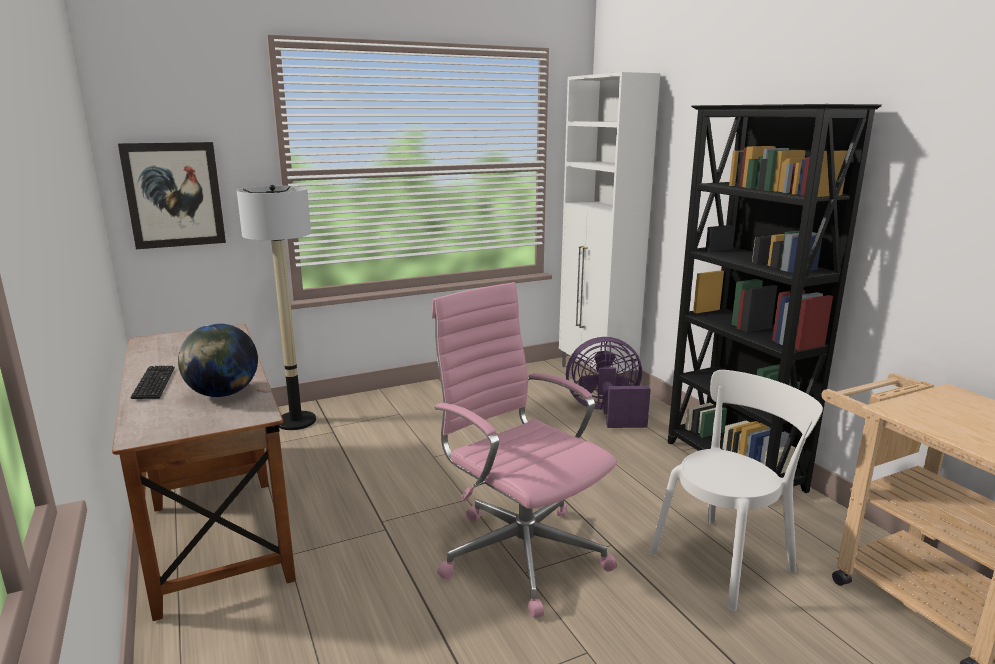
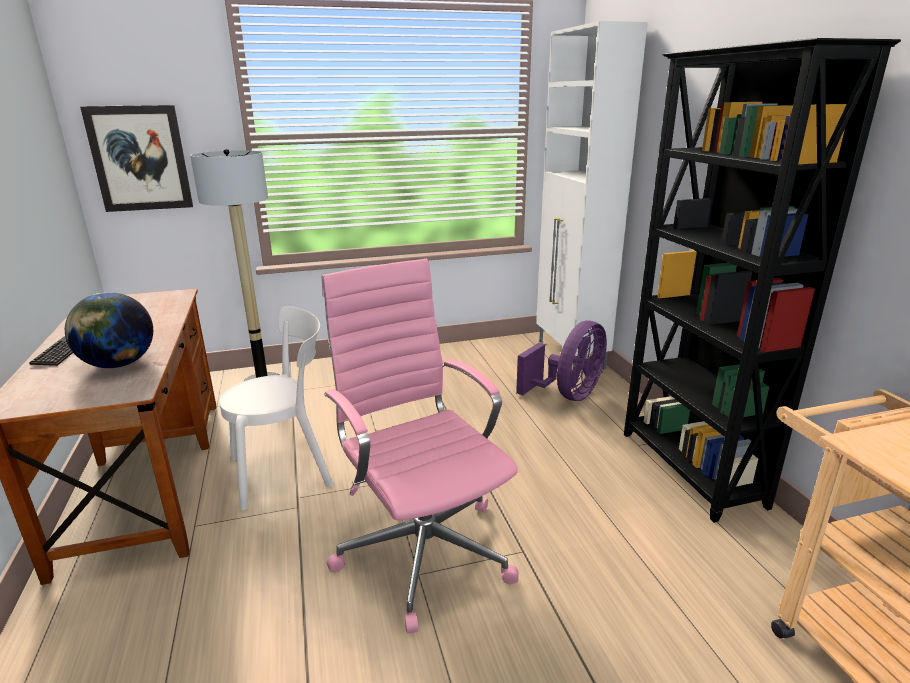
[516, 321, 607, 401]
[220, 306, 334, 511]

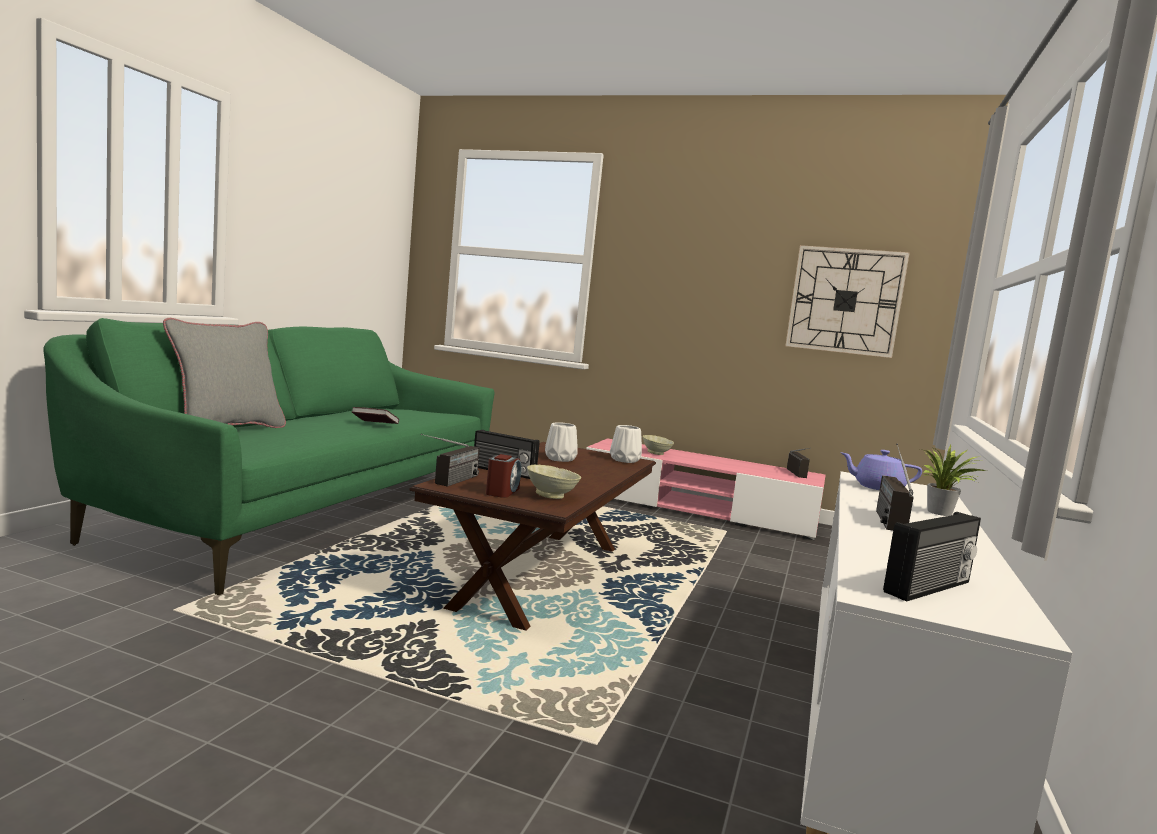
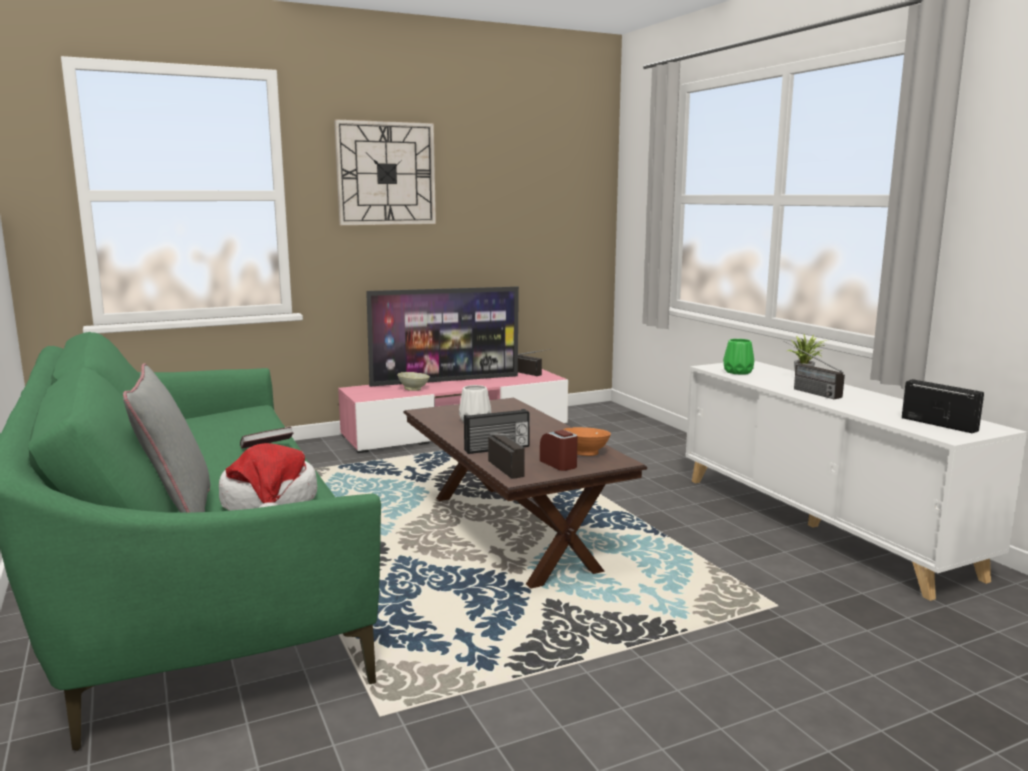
[334, 119, 436, 225]
[610, 425, 642, 463] (first image)
[723, 339, 754, 374]
[563, 427, 611, 456]
[902, 379, 984, 433]
[366, 287, 519, 387]
[219, 443, 317, 511]

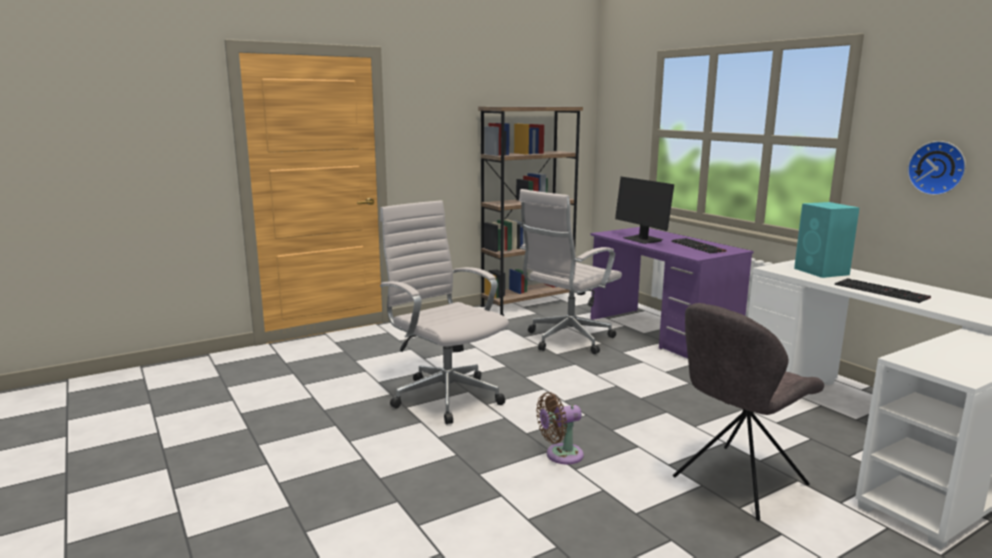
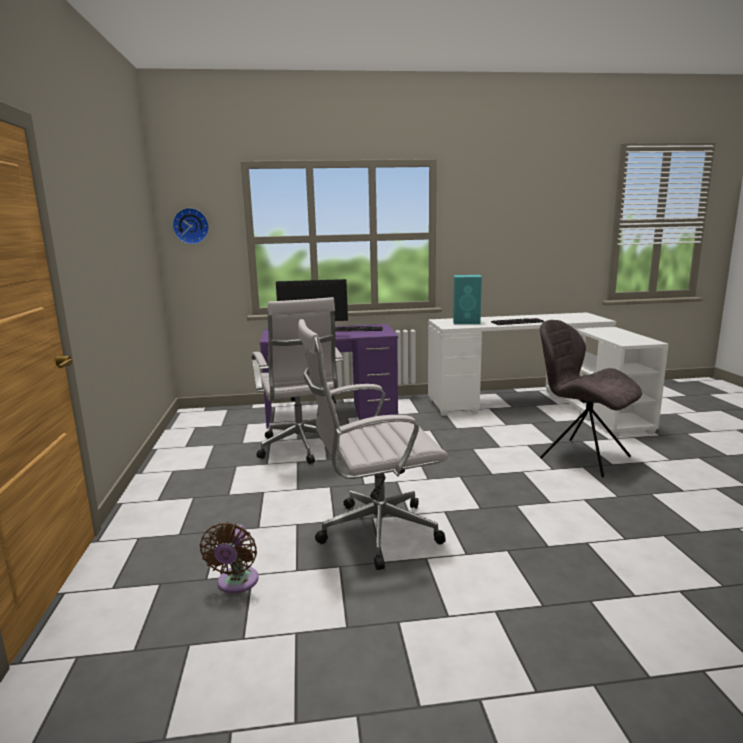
[478, 107, 583, 316] (first image)
[172, 208, 209, 244]
[540, 320, 642, 477]
[200, 522, 259, 593]

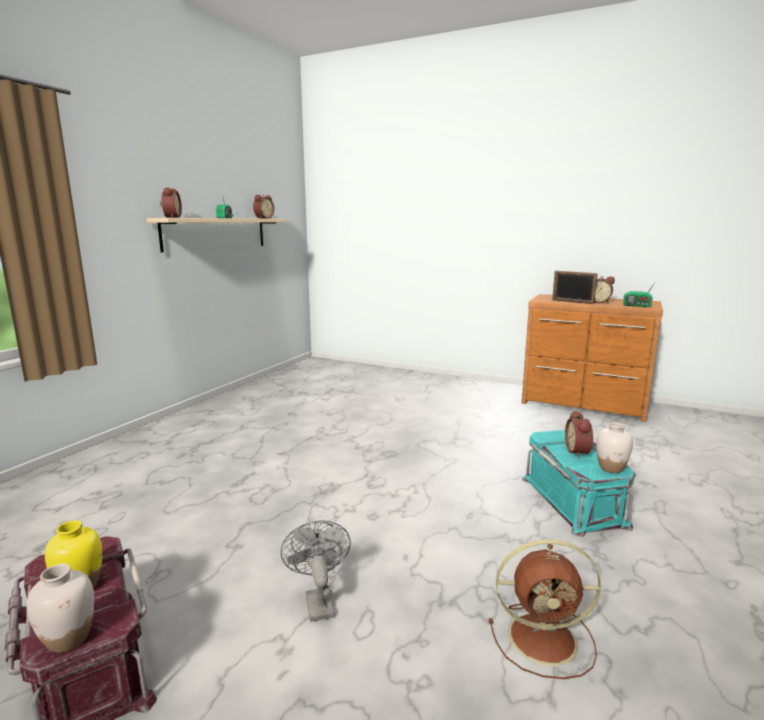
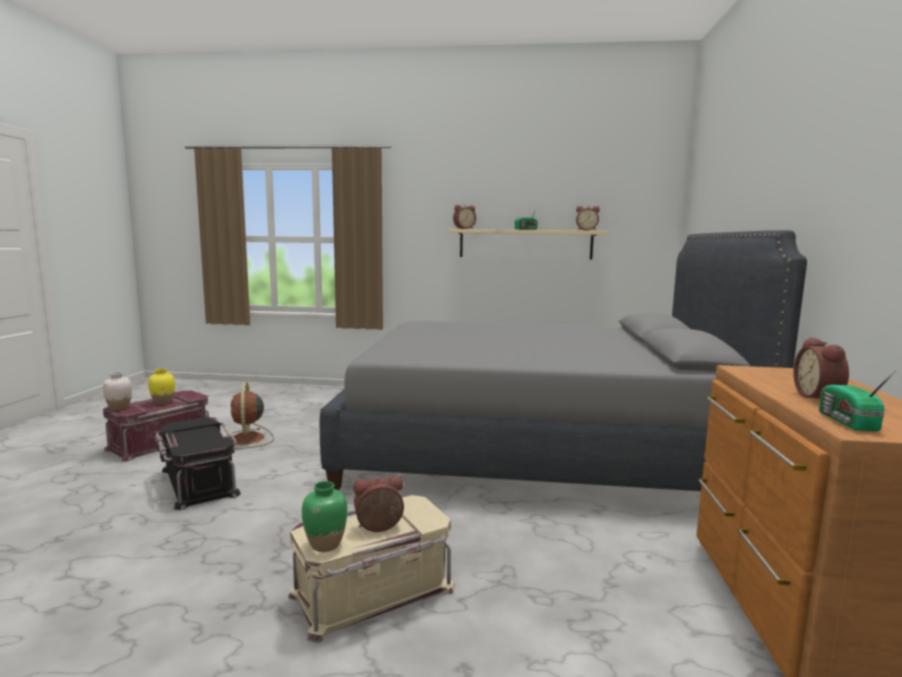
[552, 271, 598, 304] (first image)
[302, 481, 348, 552]
[288, 495, 456, 643]
[155, 417, 241, 510]
[224, 382, 274, 449]
[320, 230, 807, 491]

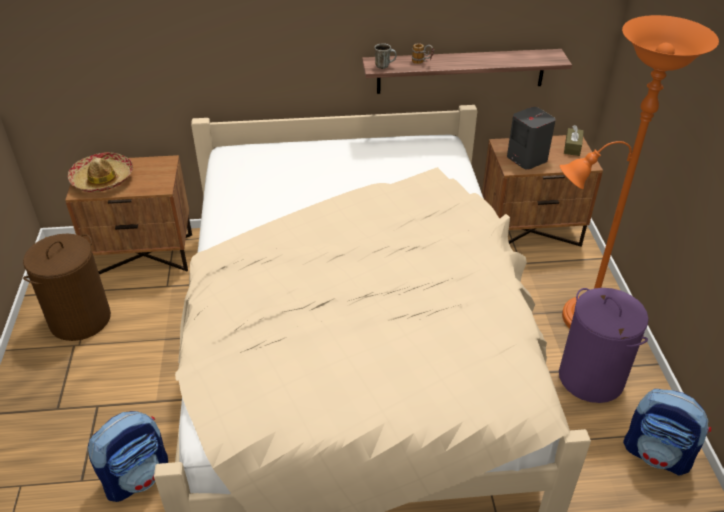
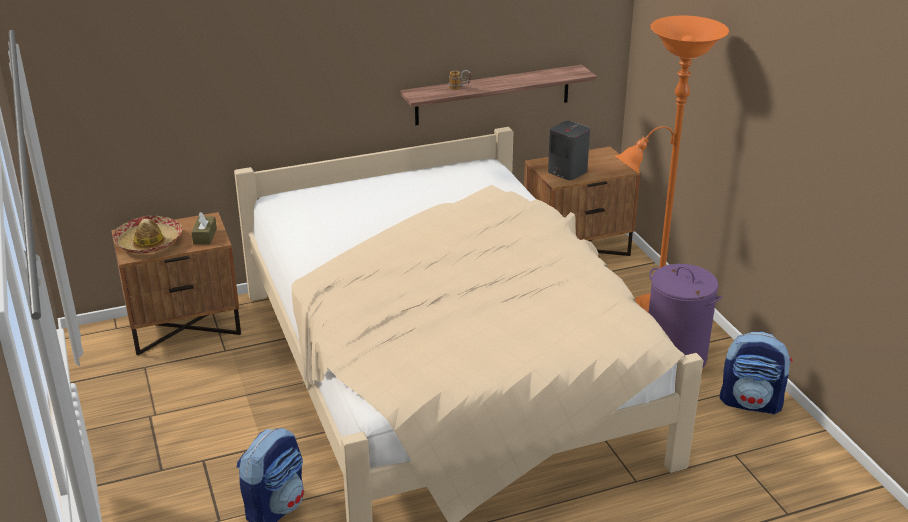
[375, 43, 397, 69] (first image)
[191, 212, 217, 245]
[23, 234, 111, 341] (first image)

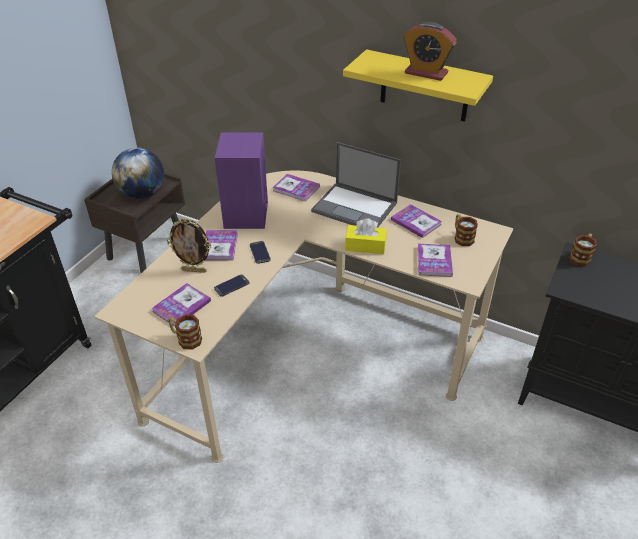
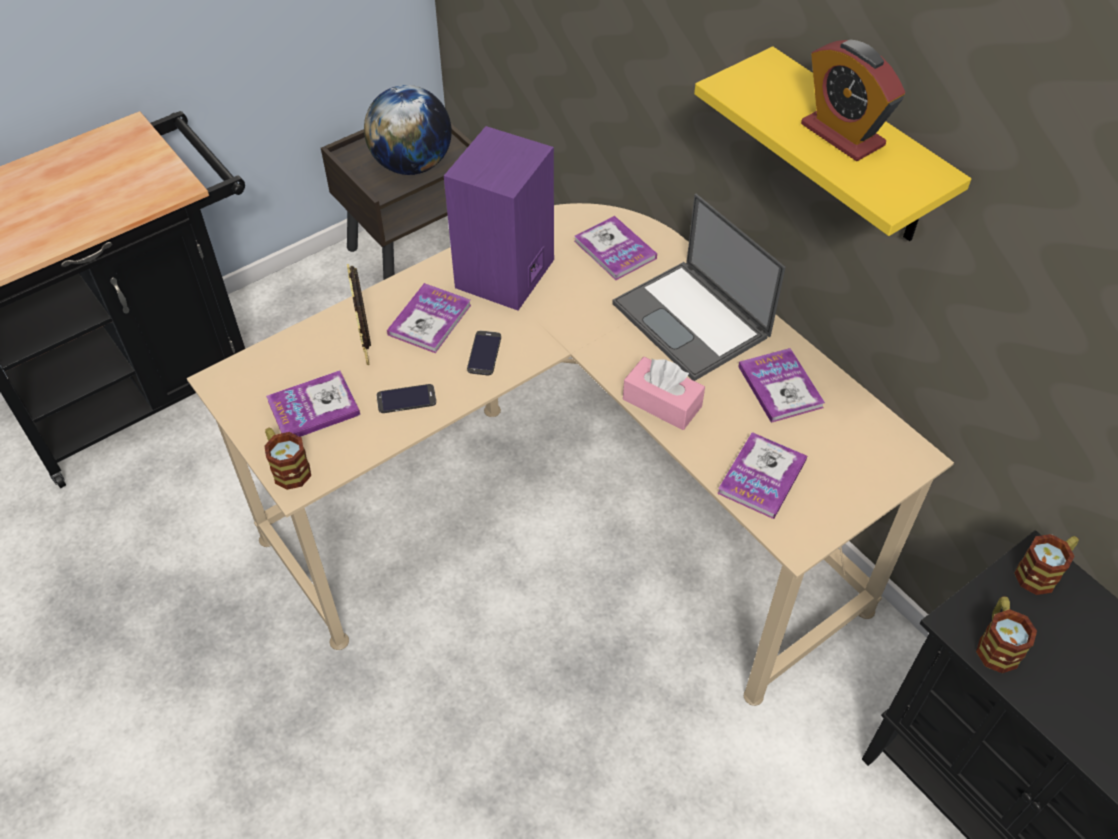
[976, 596, 1037, 673]
[623, 357, 705, 430]
[347, 264, 371, 365]

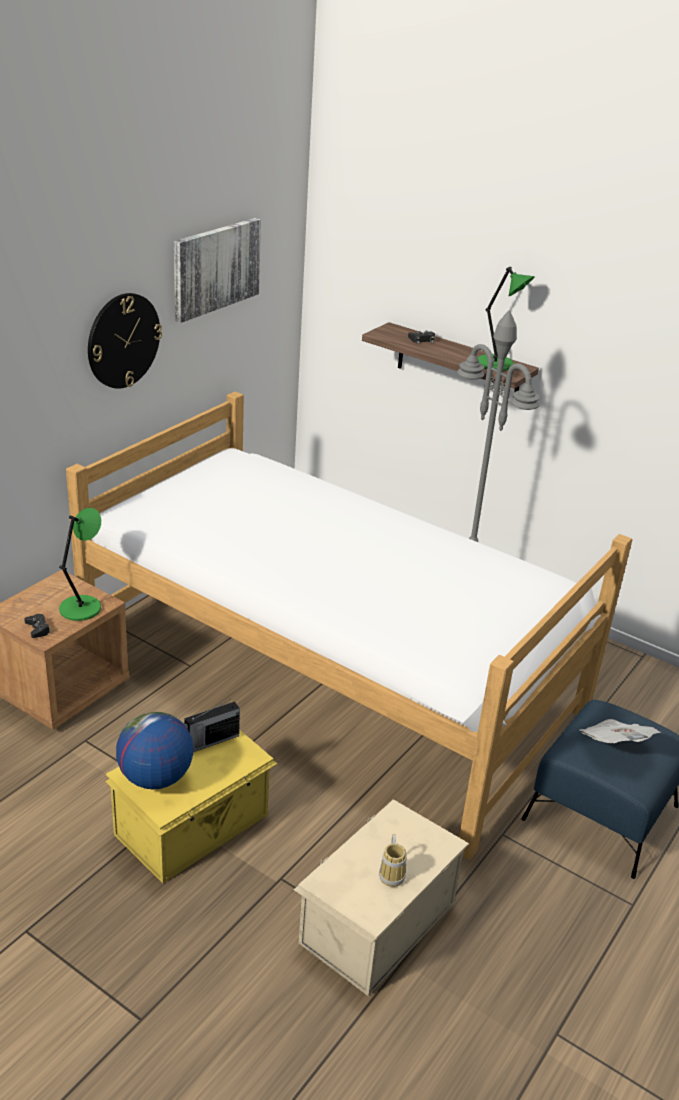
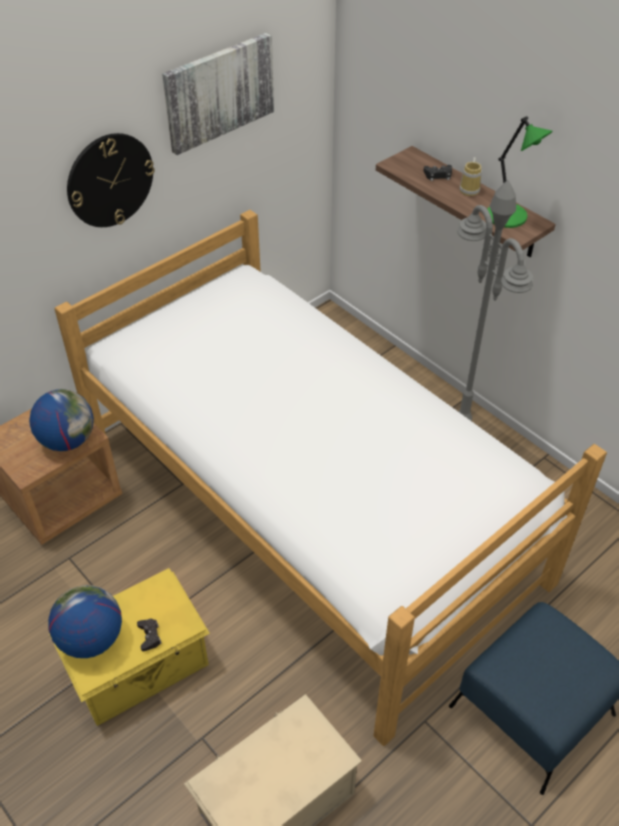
[29, 389, 94, 451]
[137, 619, 162, 651]
[184, 700, 240, 752] (first image)
[580, 719, 660, 743] (first image)
[460, 157, 482, 196]

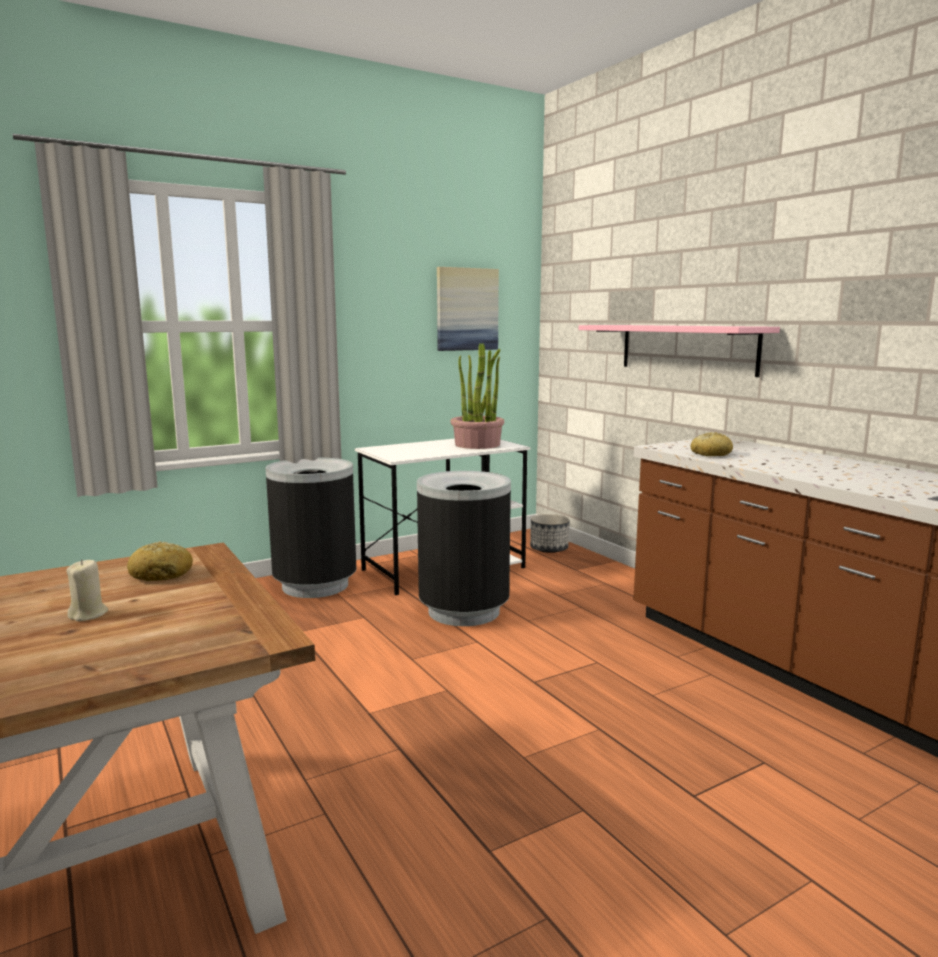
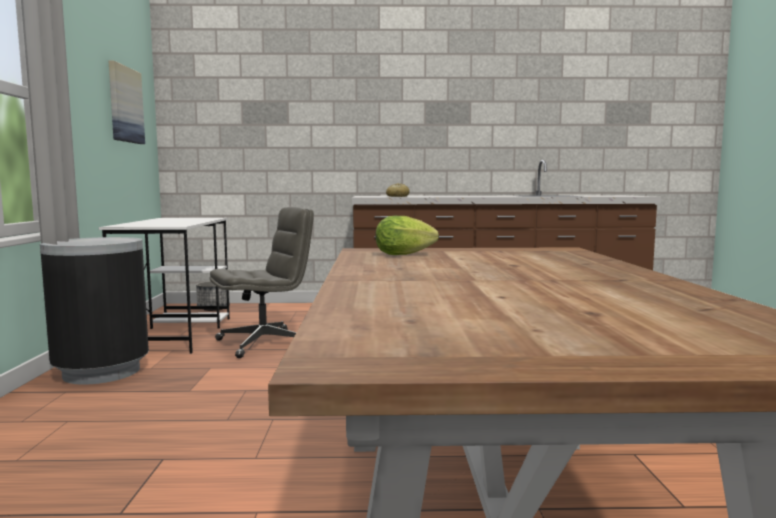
[579, 325, 780, 377] (first image)
[451, 343, 504, 449] (first image)
[209, 207, 314, 358]
[376, 216, 439, 255]
[66, 559, 108, 621] (first image)

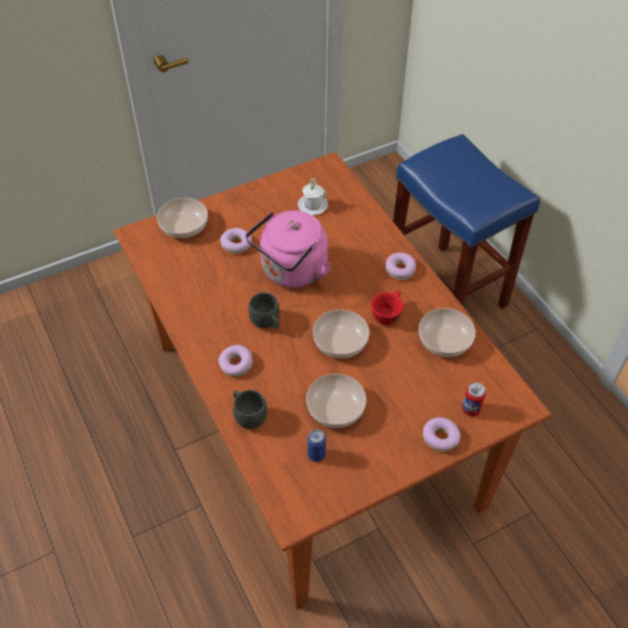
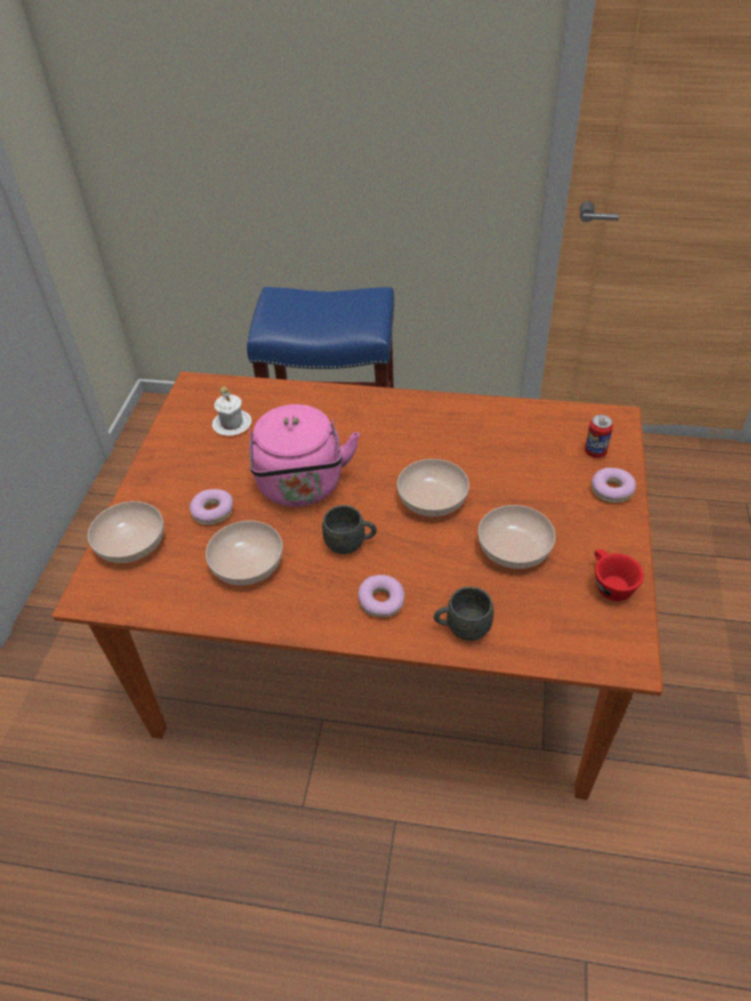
[385, 253, 416, 280] (first image)
[595, 549, 644, 601]
[206, 521, 283, 585]
[307, 429, 326, 462] (first image)

